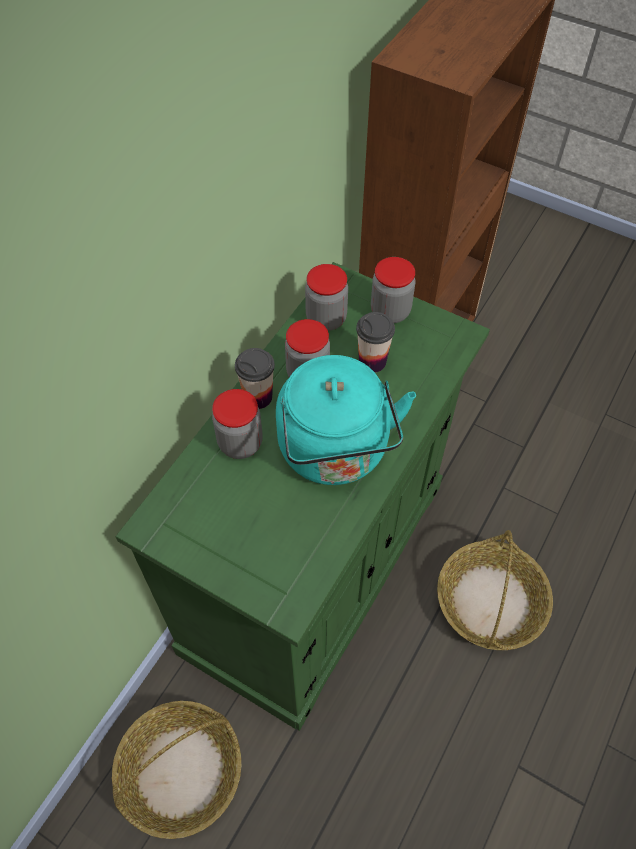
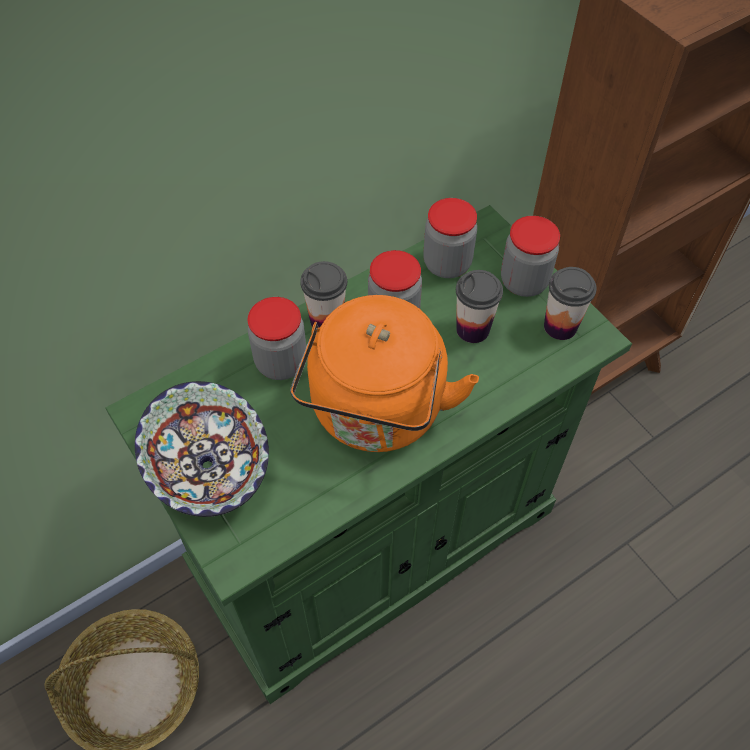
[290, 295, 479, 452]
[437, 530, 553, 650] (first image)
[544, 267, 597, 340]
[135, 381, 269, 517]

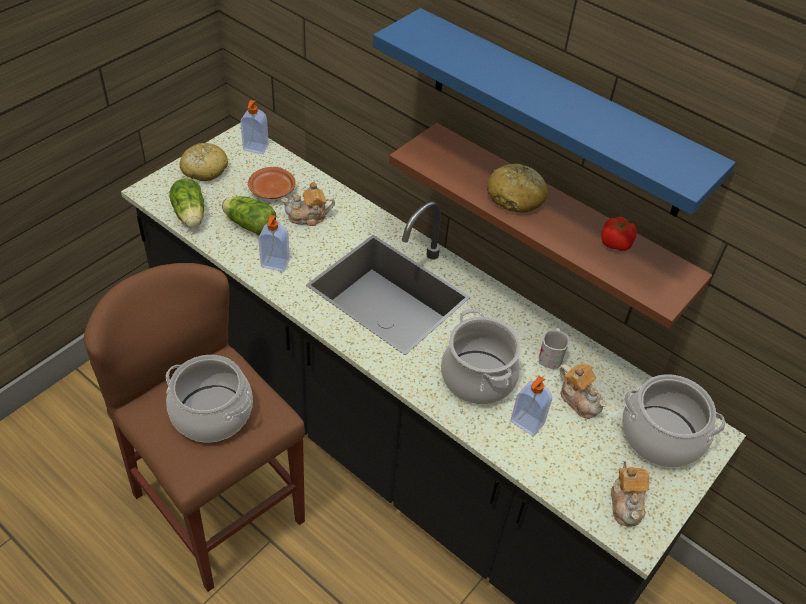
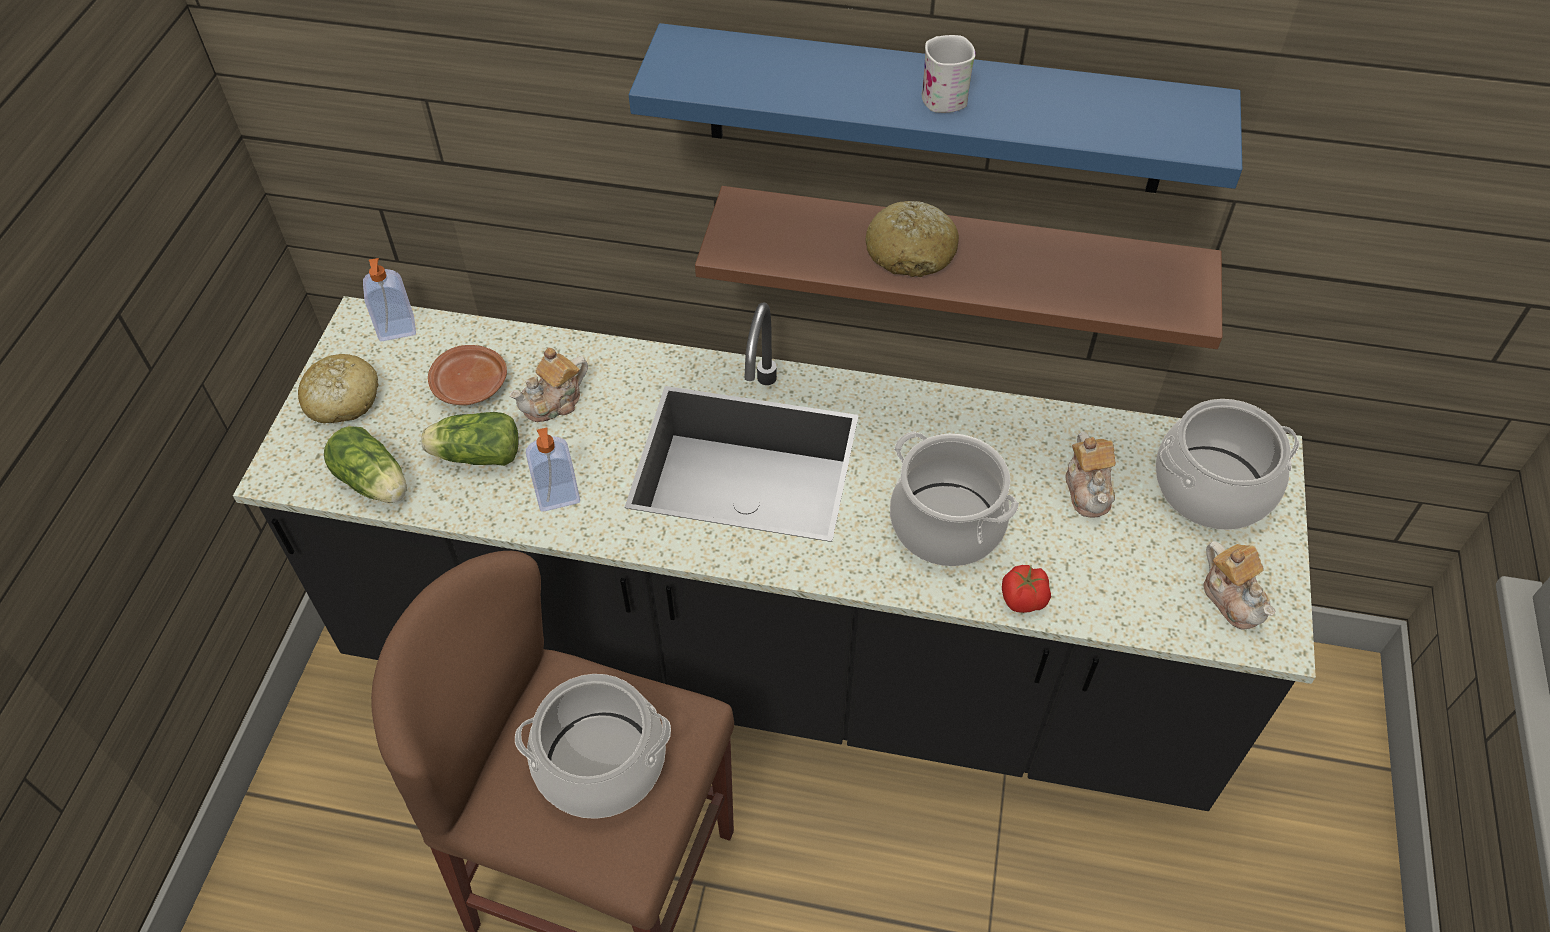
[1002, 565, 1051, 613]
[922, 35, 975, 113]
[1066, 432, 1116, 517]
[511, 376, 552, 436] (first image)

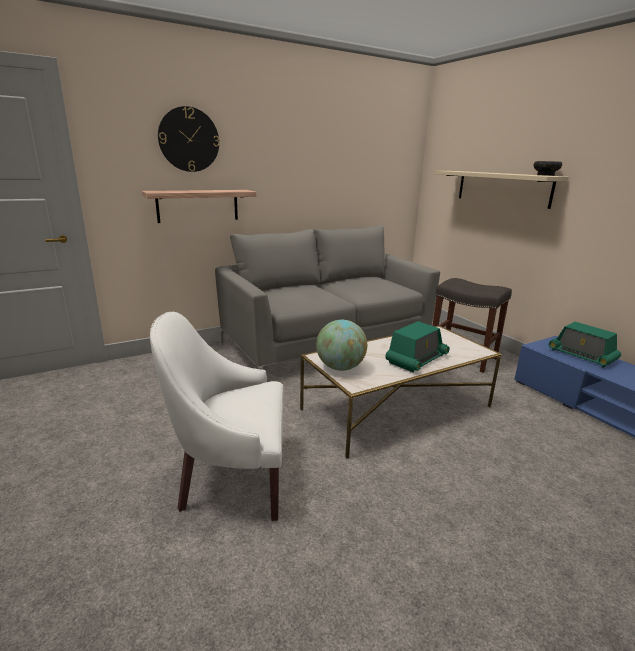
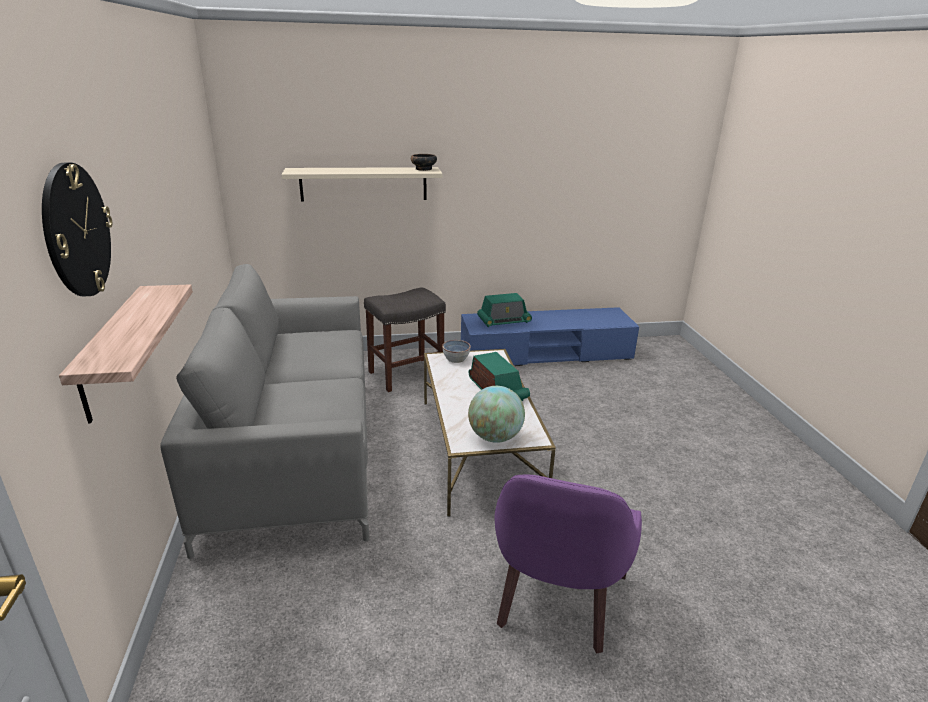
[495, 475, 642, 653]
[442, 340, 471, 363]

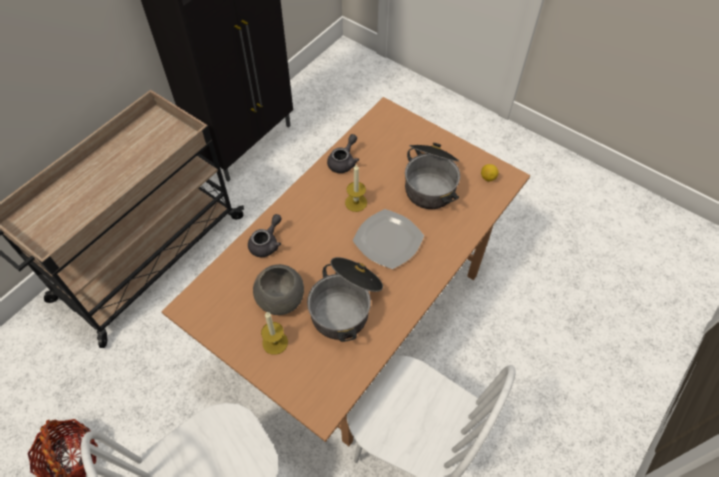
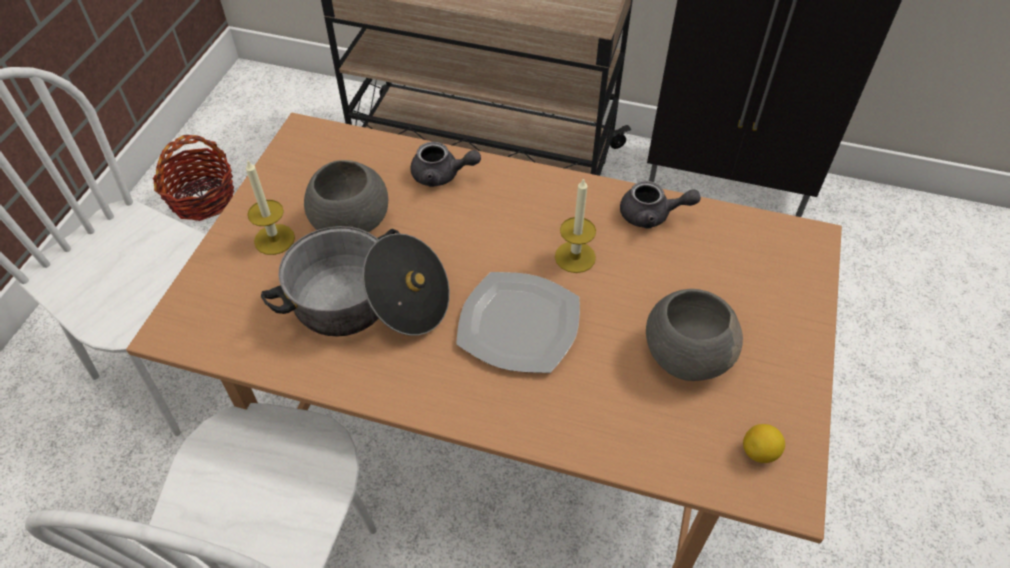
[646, 289, 743, 381]

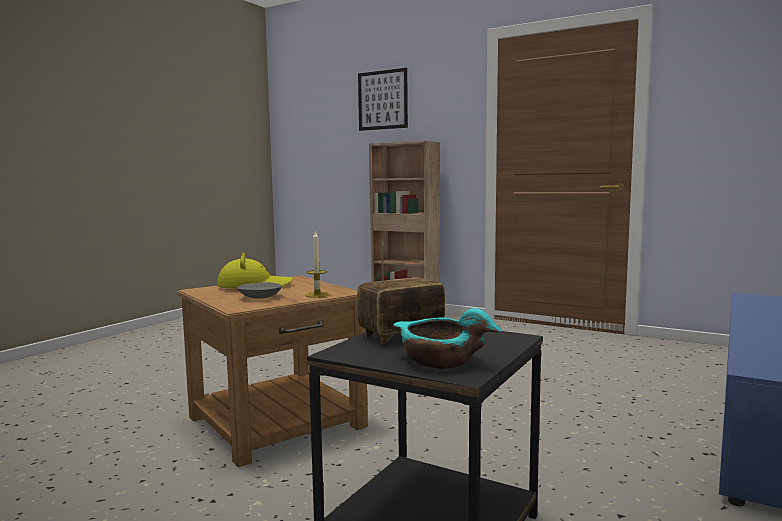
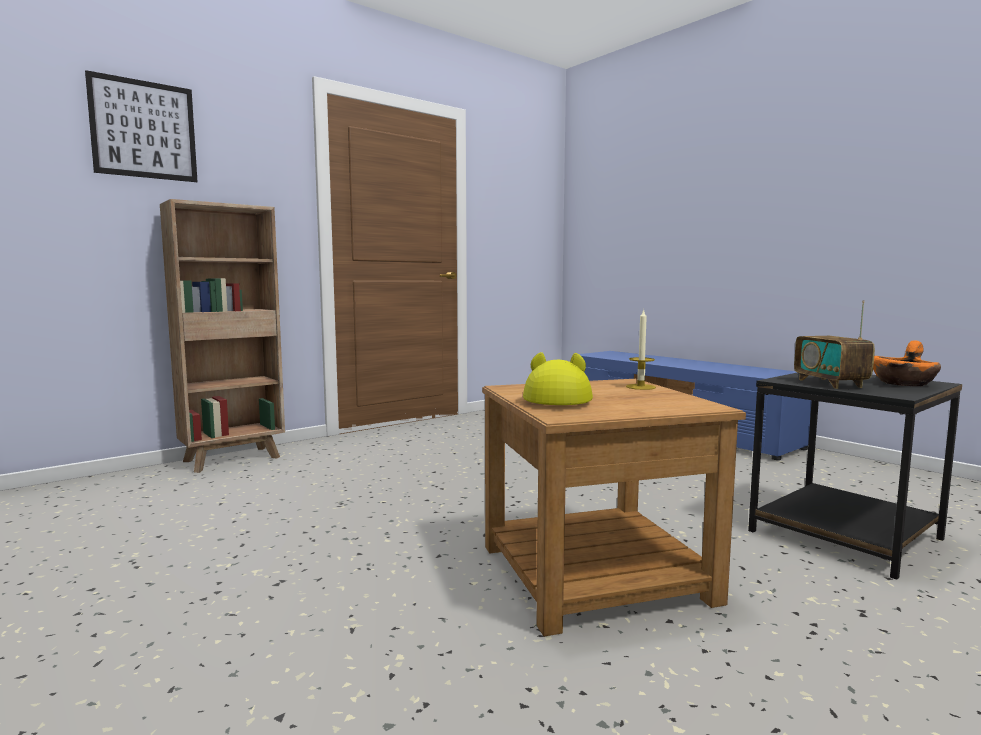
[237, 282, 282, 298] (first image)
[873, 340, 941, 386]

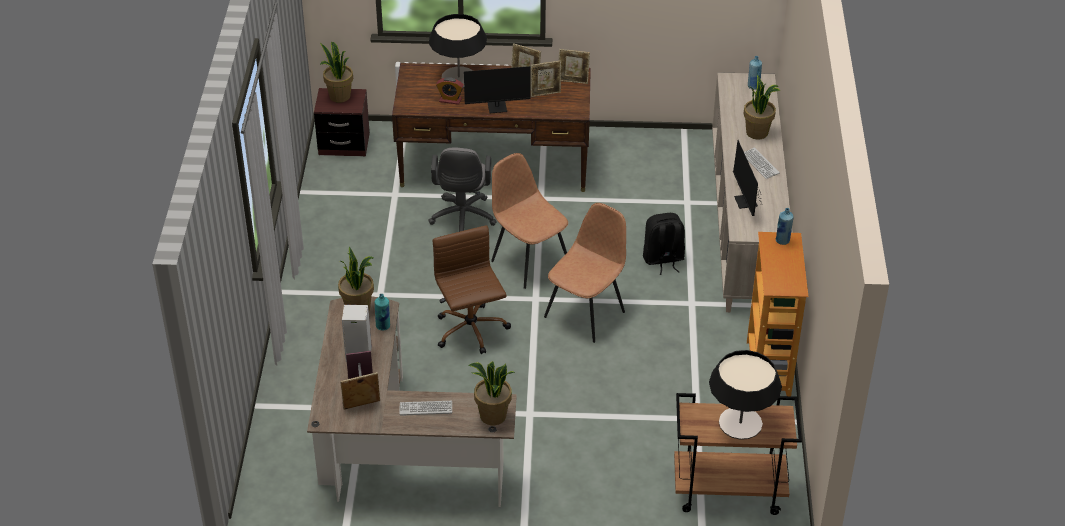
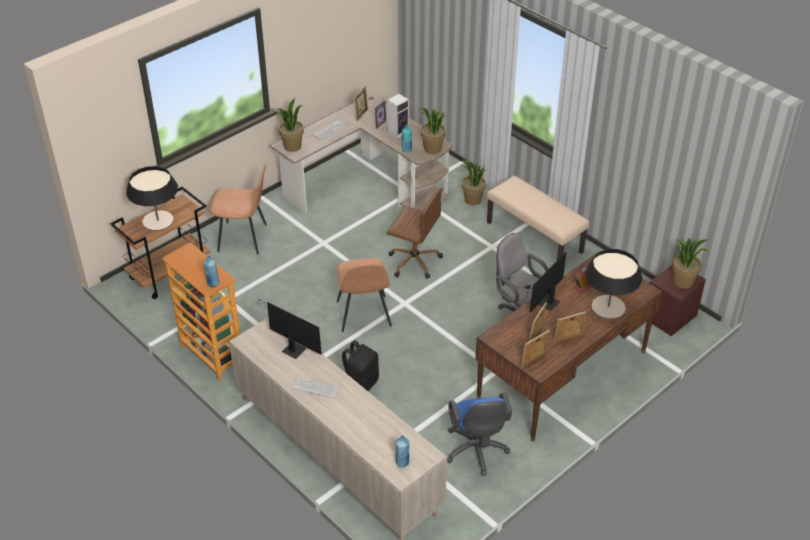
[460, 161, 487, 205]
[210, 164, 267, 255]
[487, 176, 590, 260]
[447, 393, 512, 476]

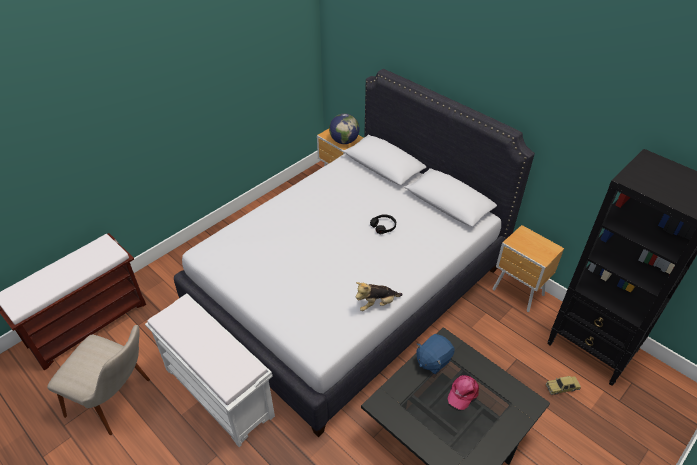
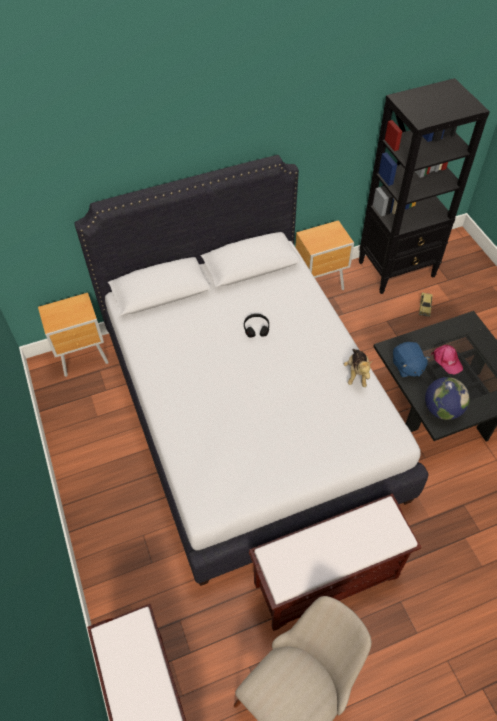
[425, 377, 469, 420]
[249, 493, 422, 631]

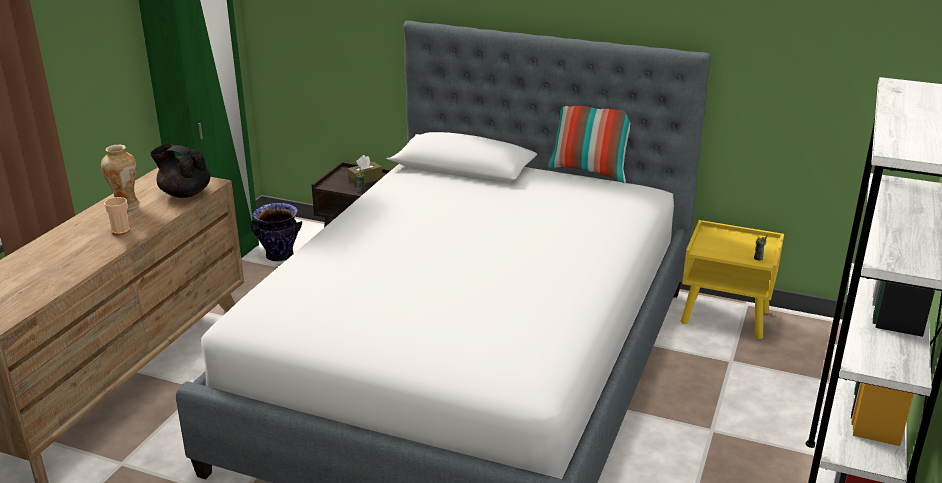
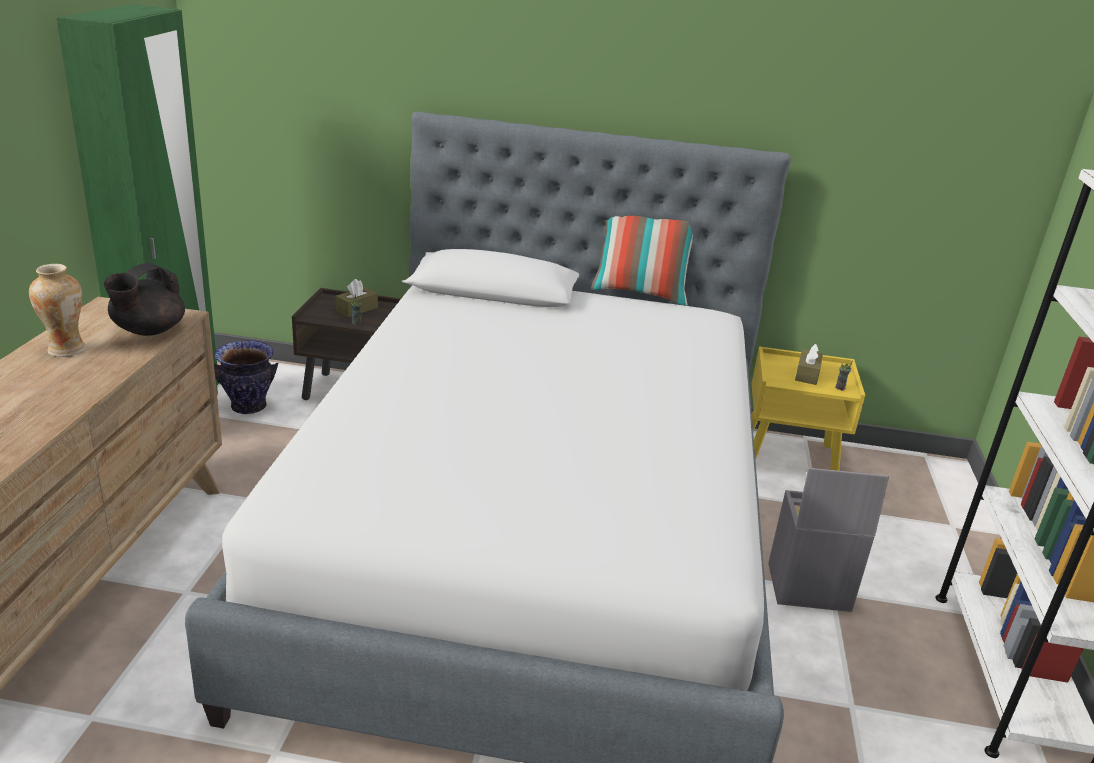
[103, 263, 185, 336]
[104, 197, 130, 235] (first image)
[795, 344, 823, 385]
[768, 468, 889, 612]

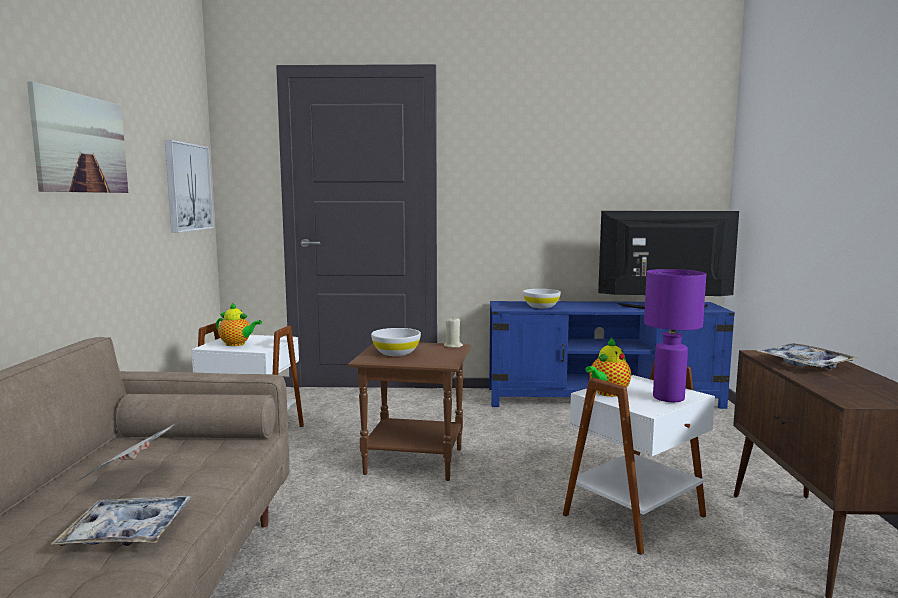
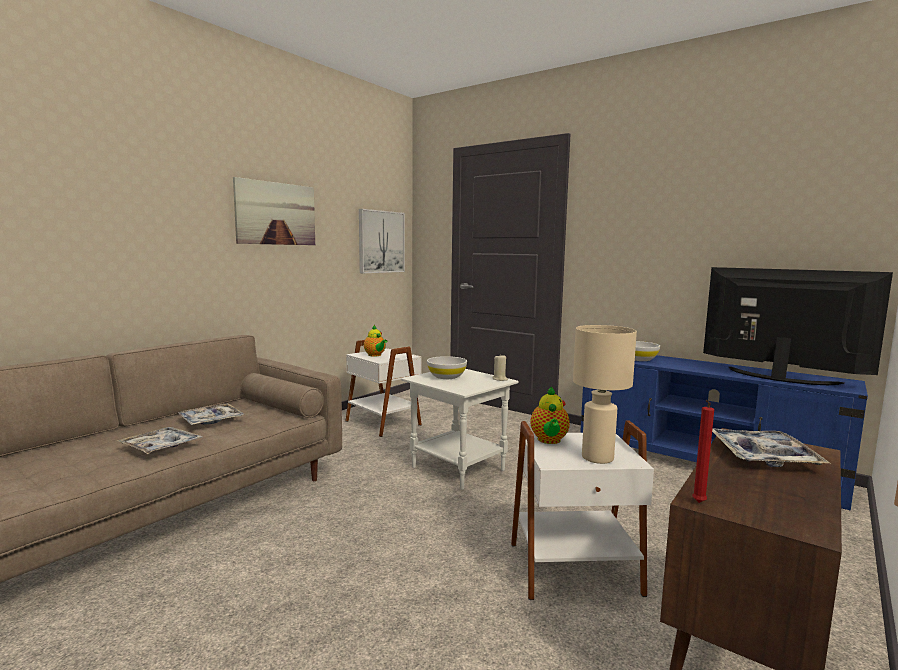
[573, 325, 637, 464]
[530, 386, 570, 444]
[401, 369, 519, 490]
[178, 403, 244, 425]
[692, 400, 714, 503]

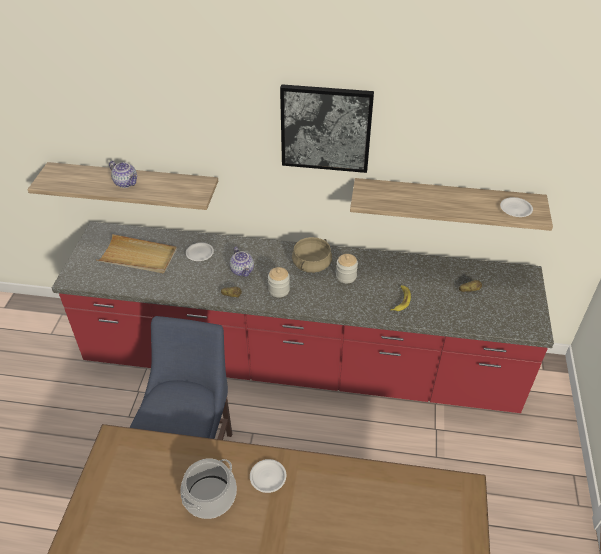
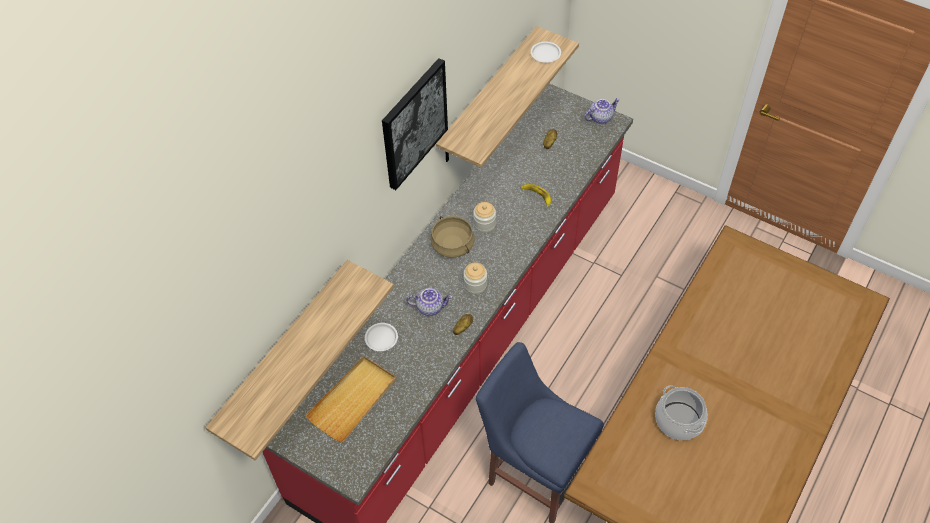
[584, 98, 620, 124]
[250, 459, 286, 493] (first image)

